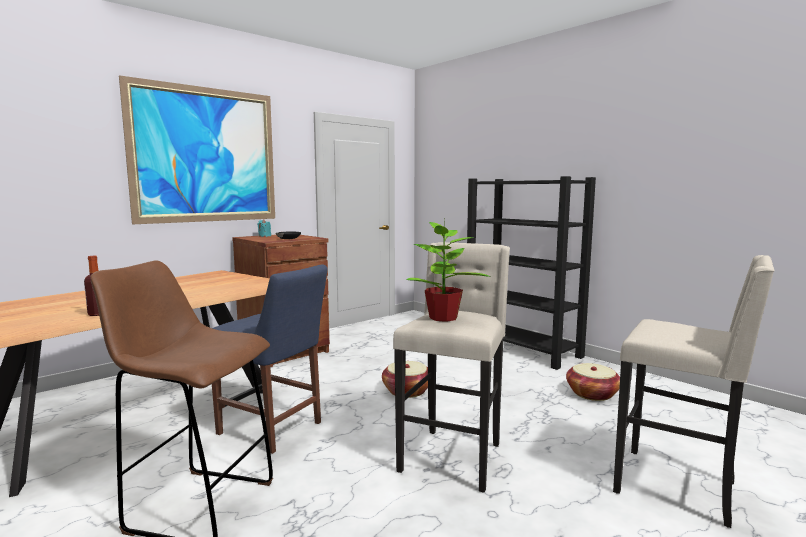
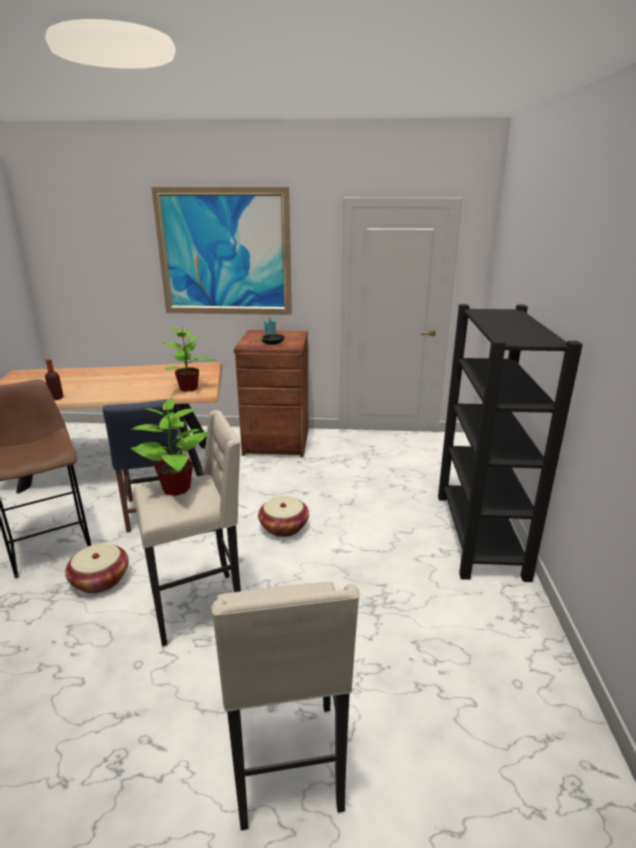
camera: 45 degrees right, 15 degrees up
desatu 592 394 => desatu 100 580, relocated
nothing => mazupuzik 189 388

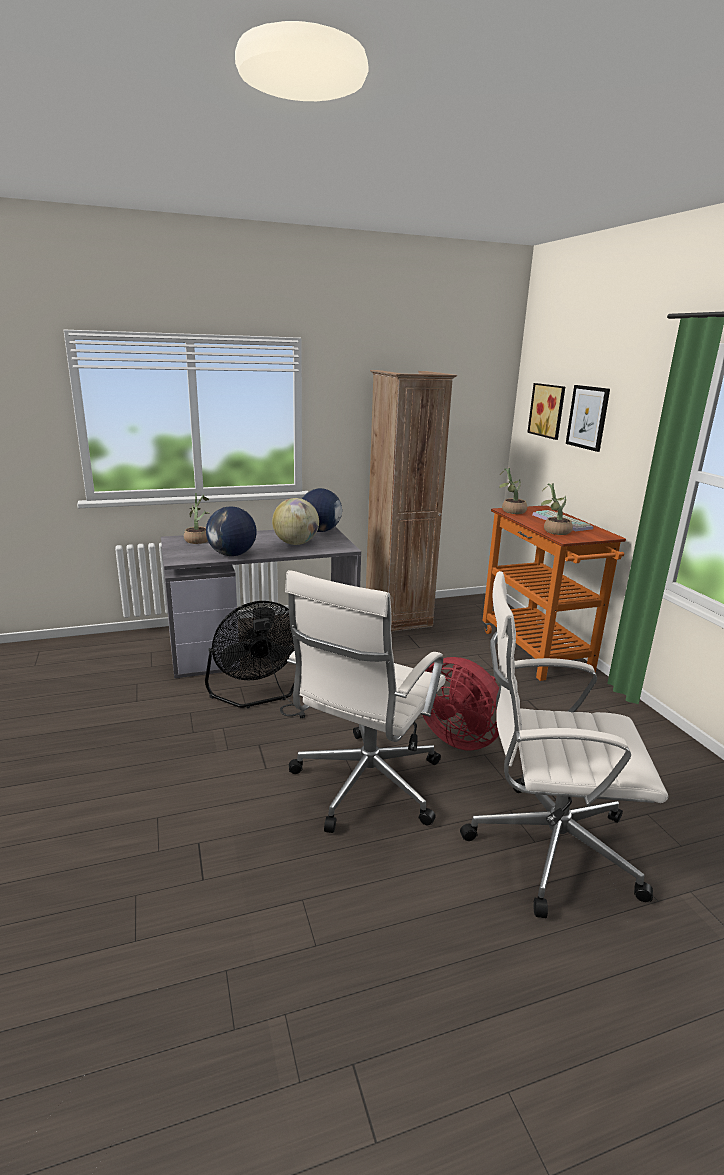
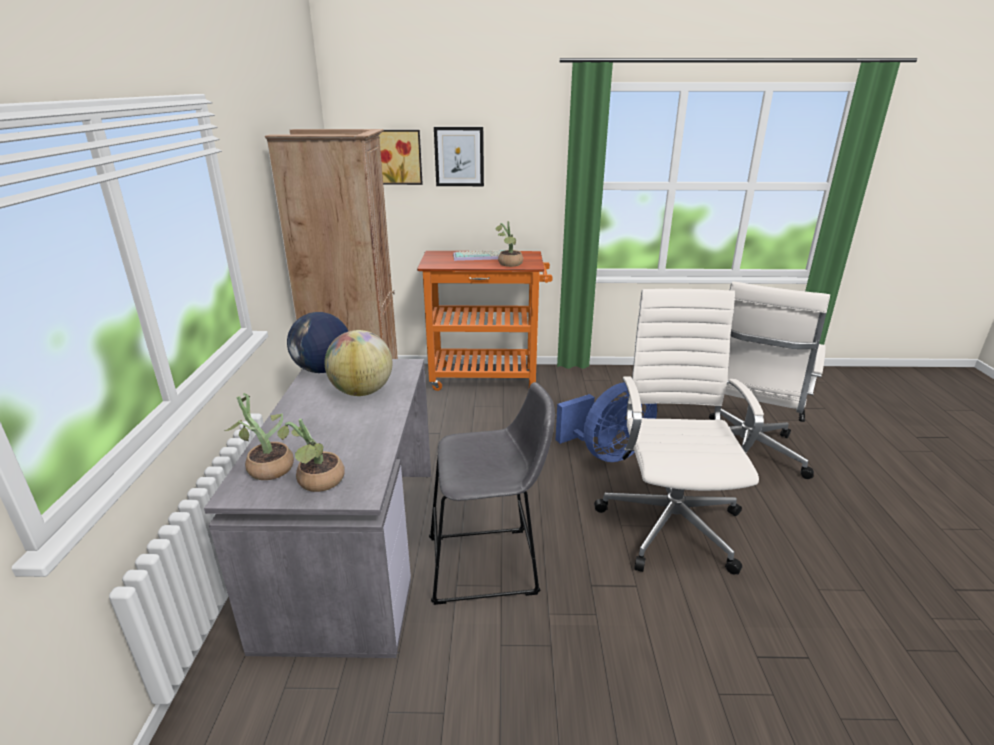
camera: 70 degrees left, 5 degrees up
mazupuzik 510 511 => mazupuzik 318 483, relocated
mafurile 232 555 => nothing
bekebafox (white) 364 785 => bekebafox (white) 670 522, 135 degrees counterclockwise
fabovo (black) 265 696 => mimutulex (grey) 489 565
fabovo (red) 459 737 => fabovo (blue) 607 453

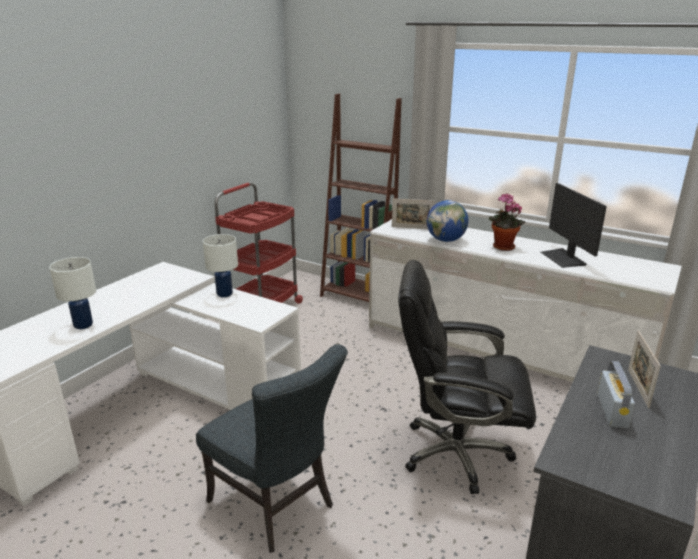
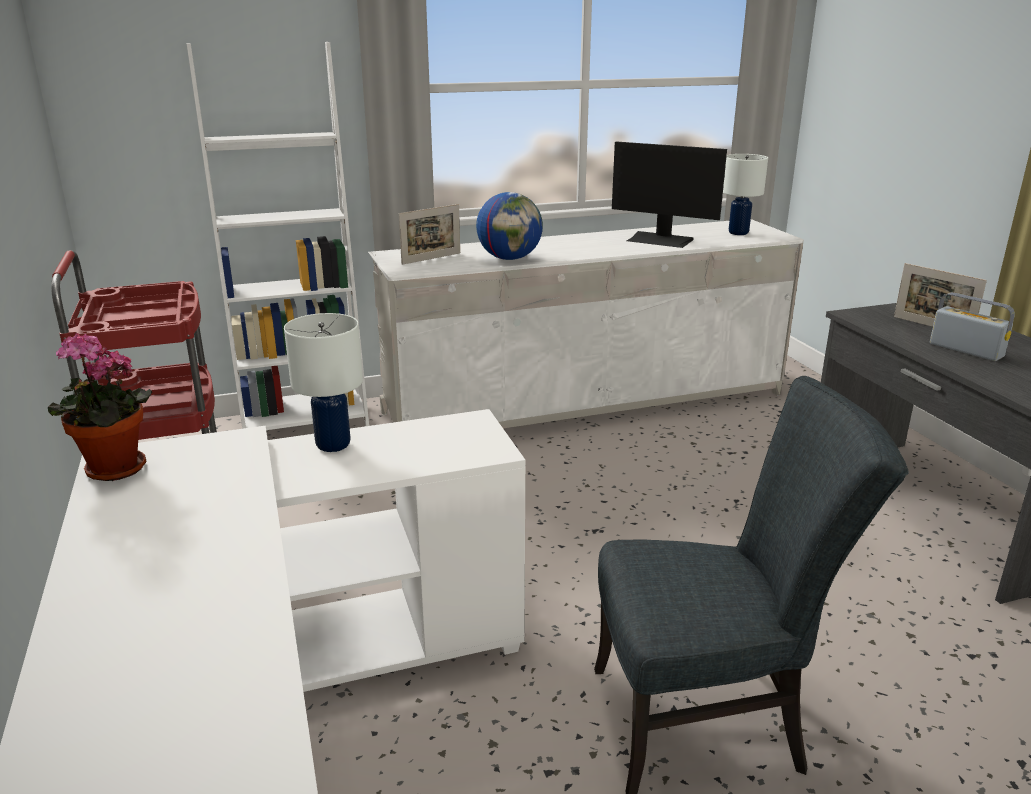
camera: 50 degrees left, 0 degrees up
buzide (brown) 357 296 => buzide (white) 305 424
mazupuzik 502 247 => mazupuzik 112 471, relocated
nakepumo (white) 82 325 => nakepumo (white) 737 233, relocated
bekebafox (black) 458 453 => nothing

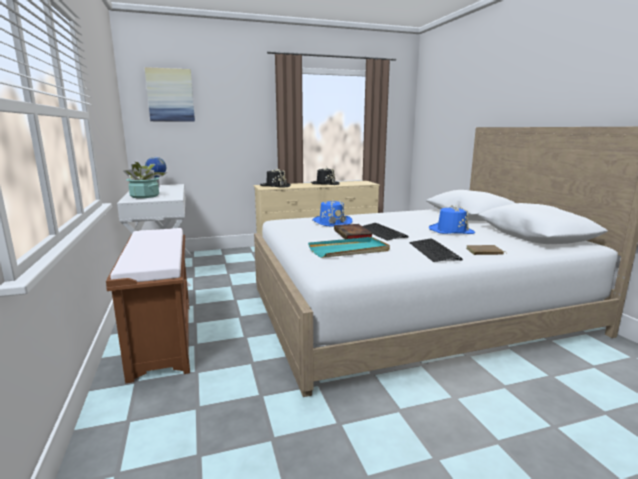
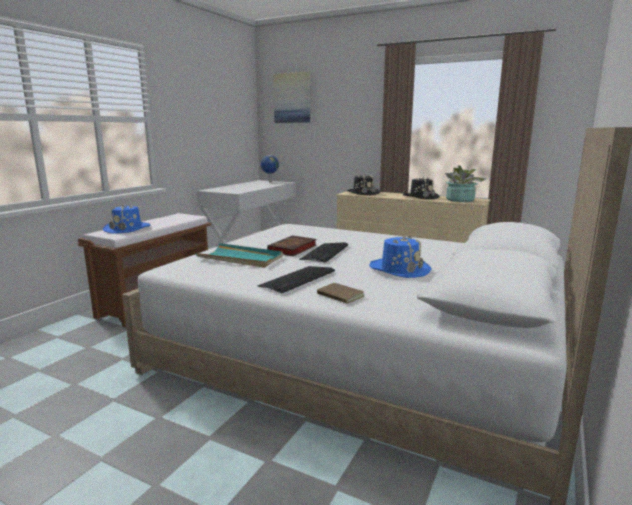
camera: 45 degrees right, 0 degrees up
mazupuzik 144 196 => mazupuzik 460 200, relocated
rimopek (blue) 332 222 => rimopek (blue) 127 229, relocated

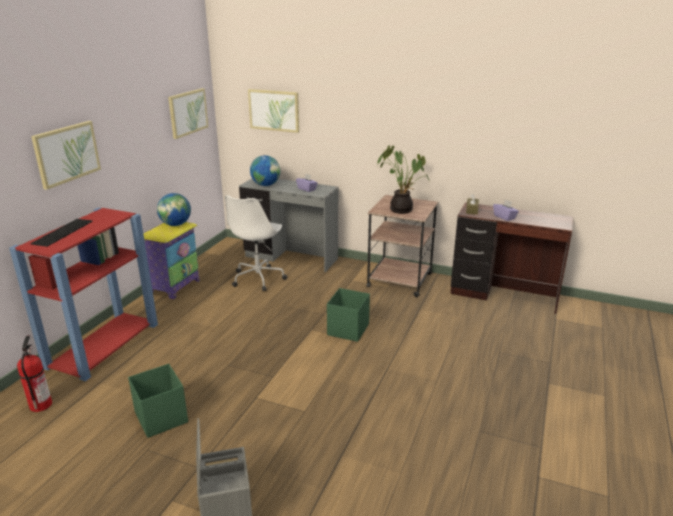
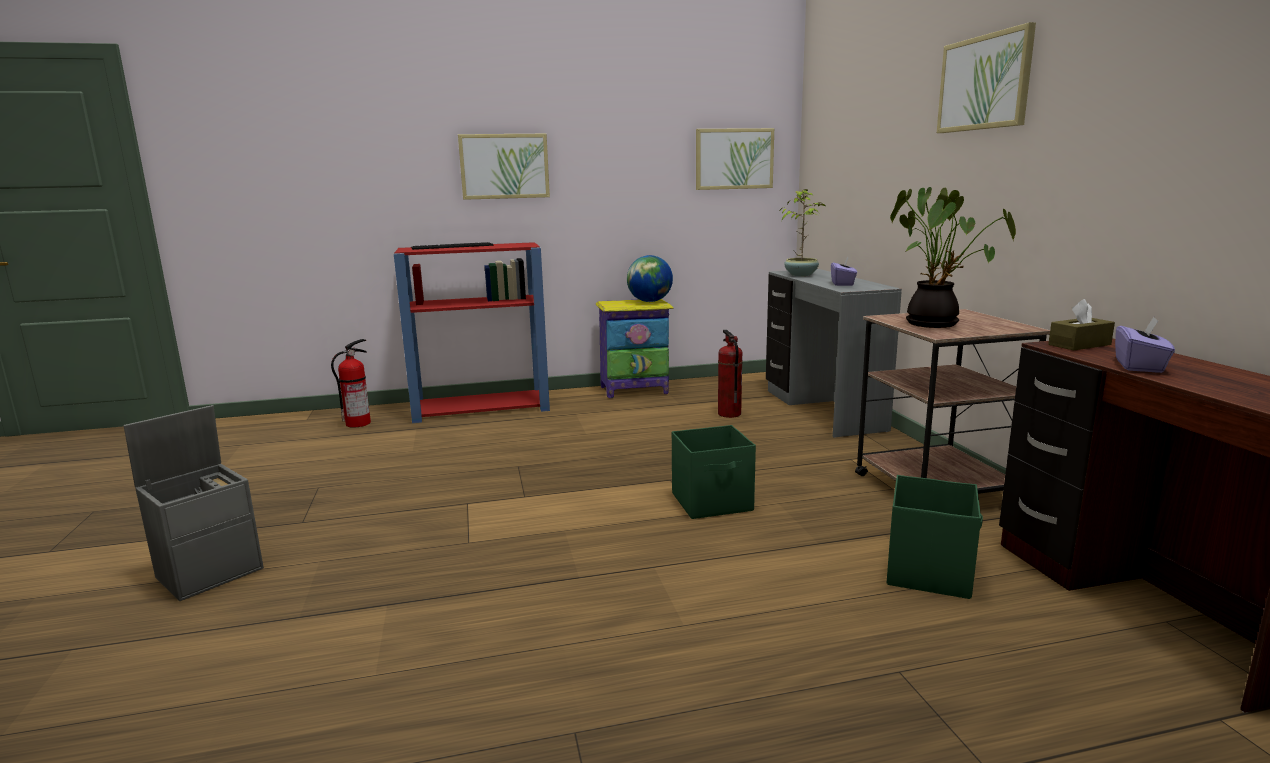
camera: 55 degrees right, 10 degrees down
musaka 274 110 => musaka 984 83, relocated
mafurile 266 185 => mazupuzik 801 275
bekebafox (white) 257 279 => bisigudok 728 414
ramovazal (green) 161 417 => ramovazal (green) 929 571, relocated

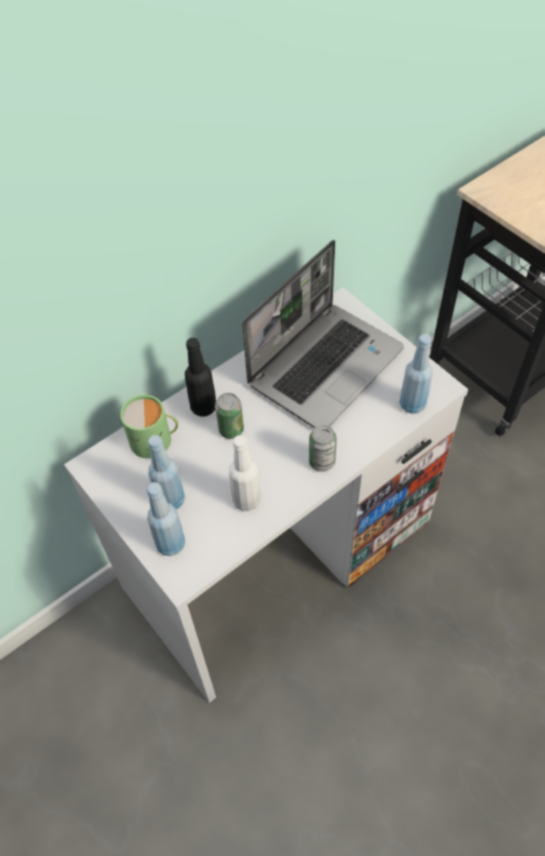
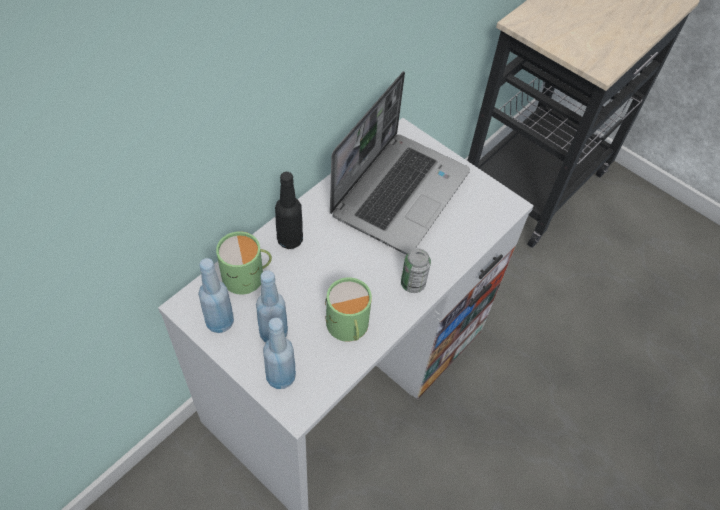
camera: 15 degrees left, 0 degrees up
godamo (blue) 412 404 => godamo (blue) 220 322, relocated
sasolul 231 430 => nothing
godamo (white) 246 500 => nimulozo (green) 348 327

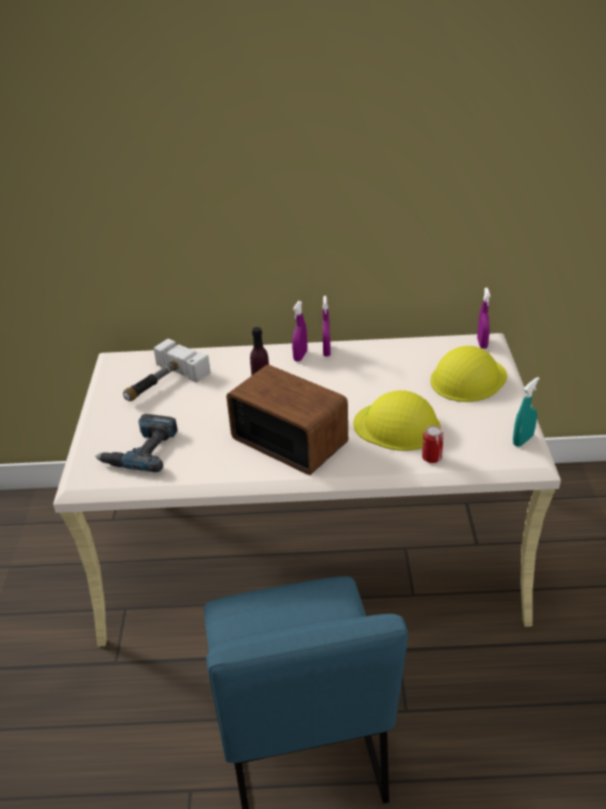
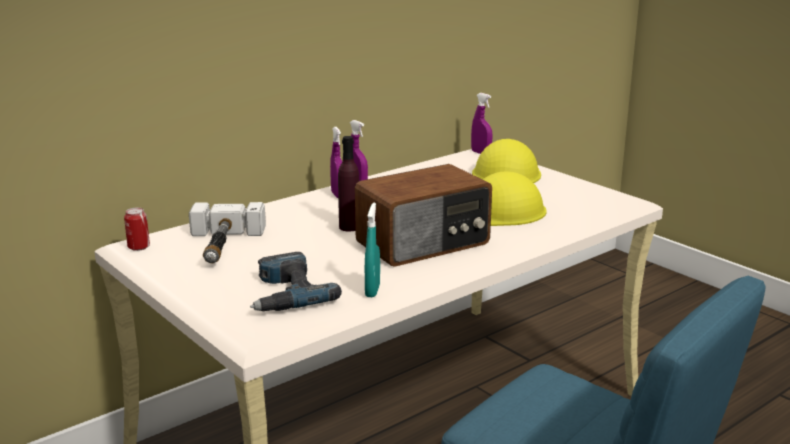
camera: 40 degrees left, 15 degrees down
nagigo 290 439 => nagigo 424 243, 150 degrees clockwise
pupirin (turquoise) 523 440 => pupirin (turquoise) 372 291, relocated
sasolul 431 458 => sasolul 138 247, relocated

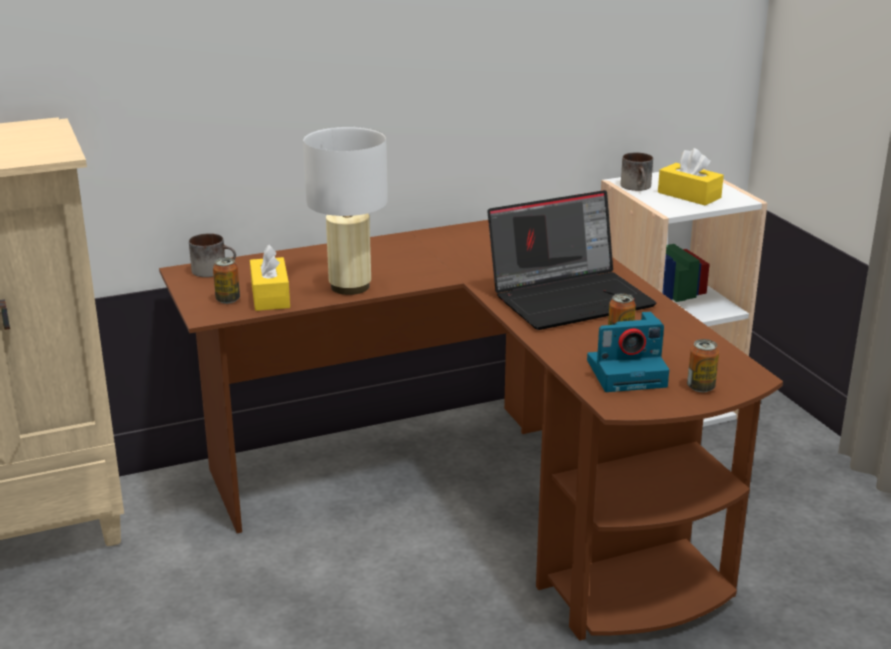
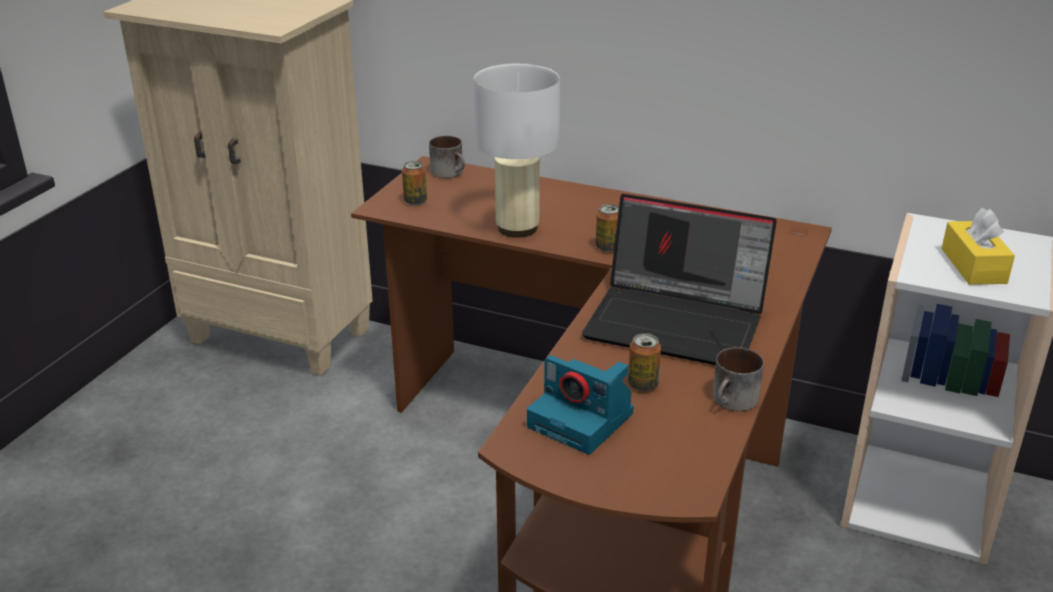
camera: 45 degrees right, 5 degrees up
nimulozo 638 187 => nimulozo 734 401, relocated
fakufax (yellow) 270 296 => nothing
sasolul 701 387 => sasolul 607 247, relocated

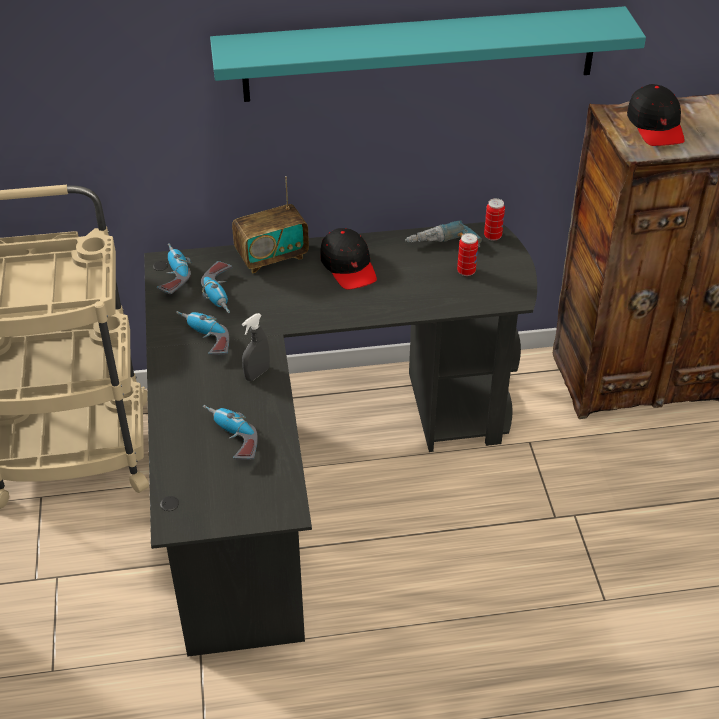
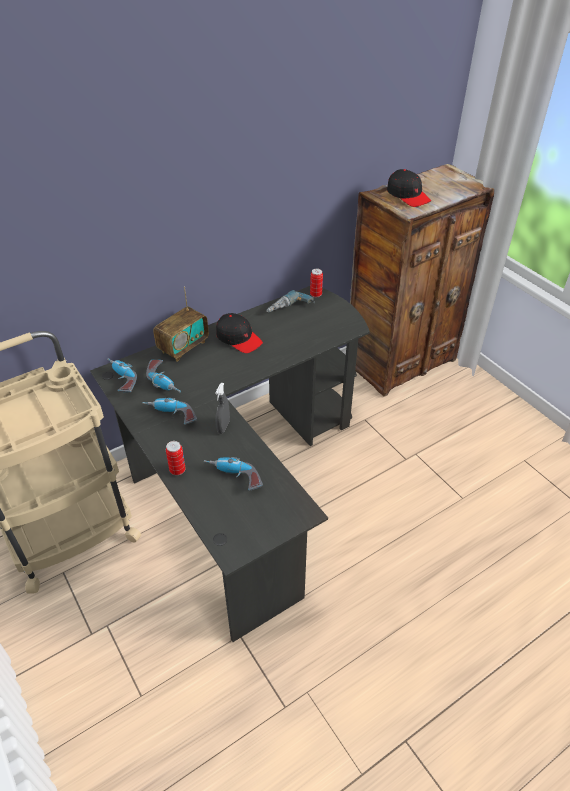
camera: 25 degrees left, 0 degrees up
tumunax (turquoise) 420 54 => nothing
sasolul 466 271 => sasolul 177 470, relocated

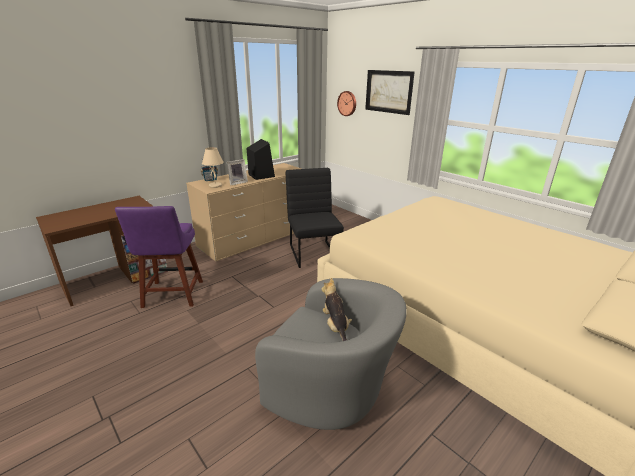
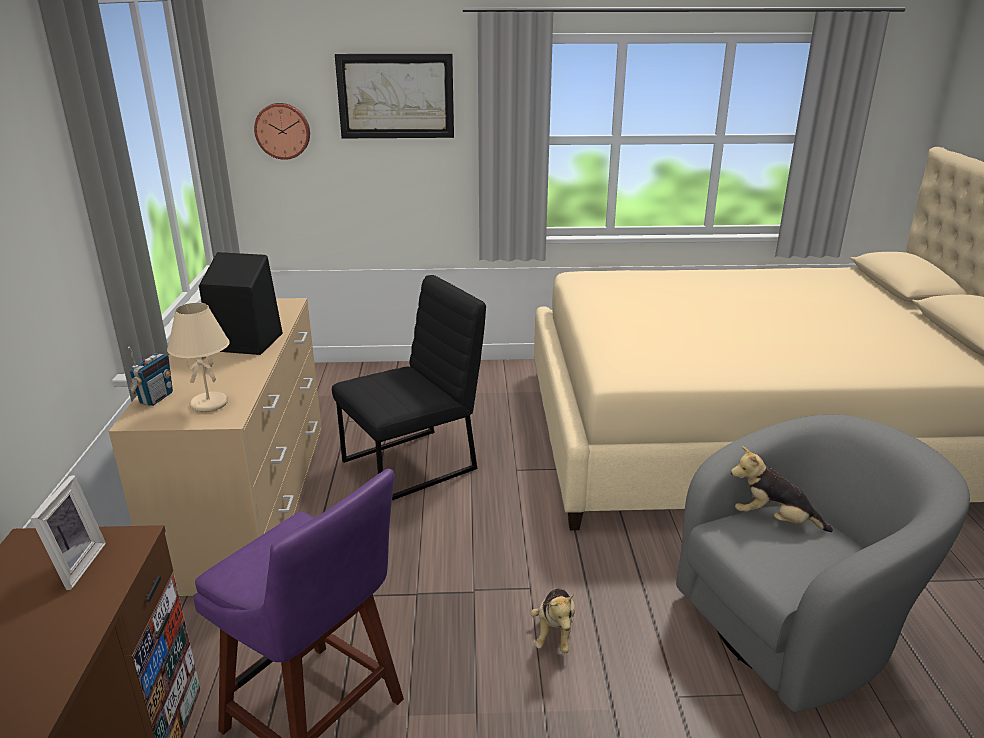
camera: 50 degrees left, 0 degrees up
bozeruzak 237 183 => bozeruzak 74 566, relocated
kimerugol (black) 313 252 => kimerugol (black) 413 464, 120 degrees clockwise
nothing => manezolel 555 632

